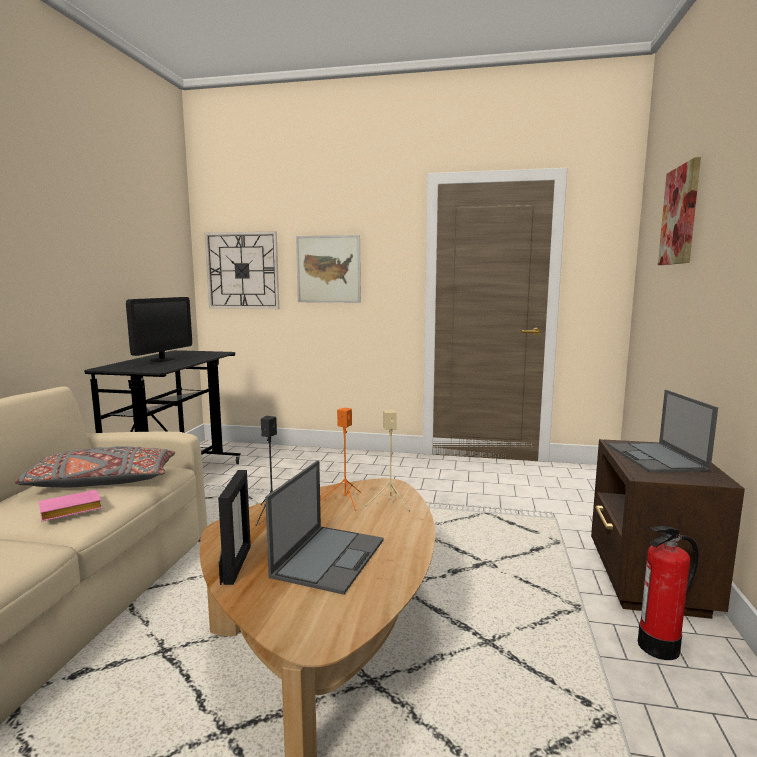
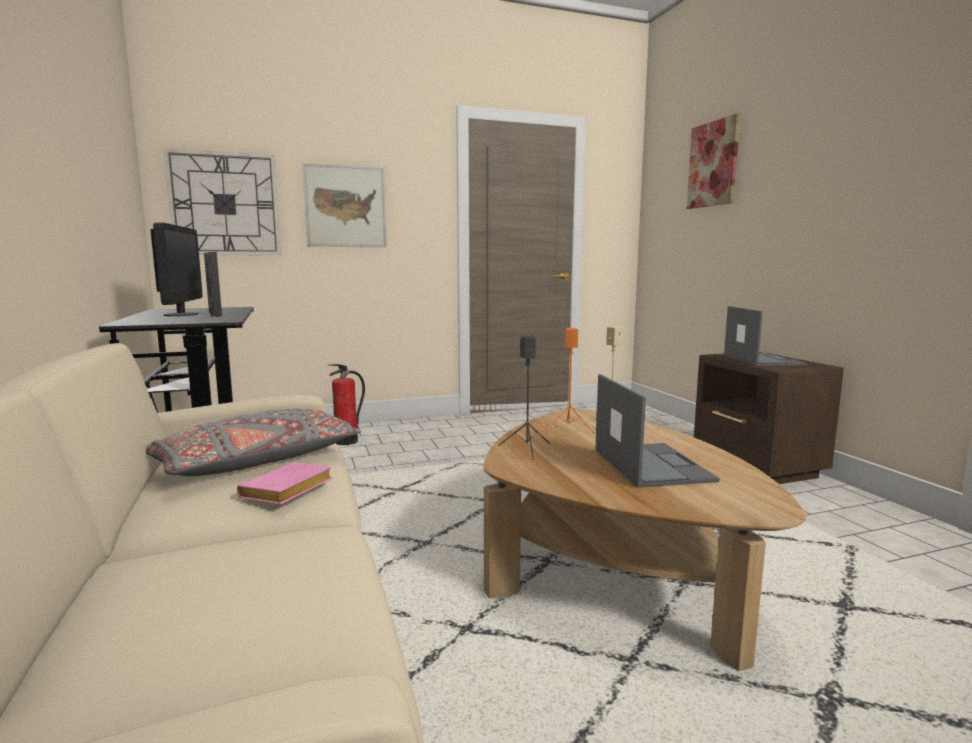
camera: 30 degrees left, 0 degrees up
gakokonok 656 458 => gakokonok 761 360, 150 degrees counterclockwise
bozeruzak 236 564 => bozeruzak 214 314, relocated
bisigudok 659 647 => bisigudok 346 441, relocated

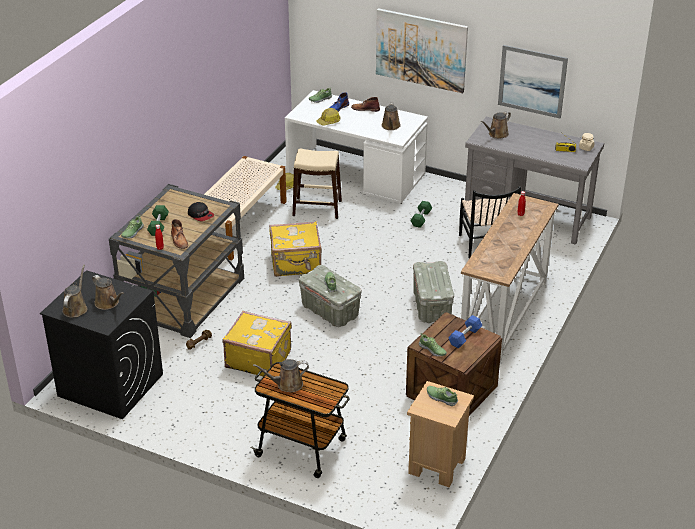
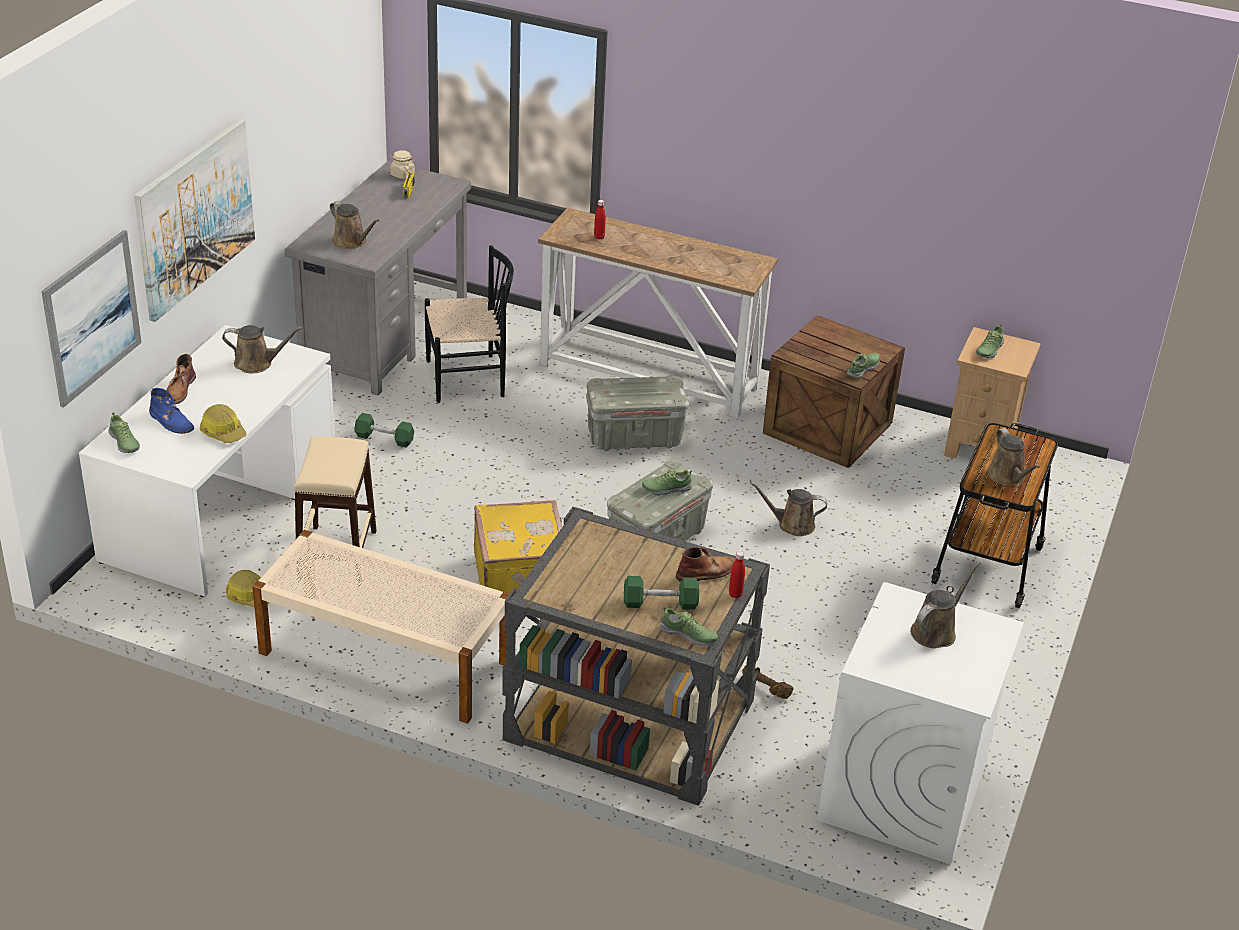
camera: 95 degrees left, 0 degrees up
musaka 532 81 => musaka 92 317, relocated
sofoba 201 215 => nothing
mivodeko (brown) 76 308 => mivodeko (brown) 792 525, relocated
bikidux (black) 109 385 => bikidux (white) 903 794
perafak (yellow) 258 359 => nothing
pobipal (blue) 465 337 => nothing

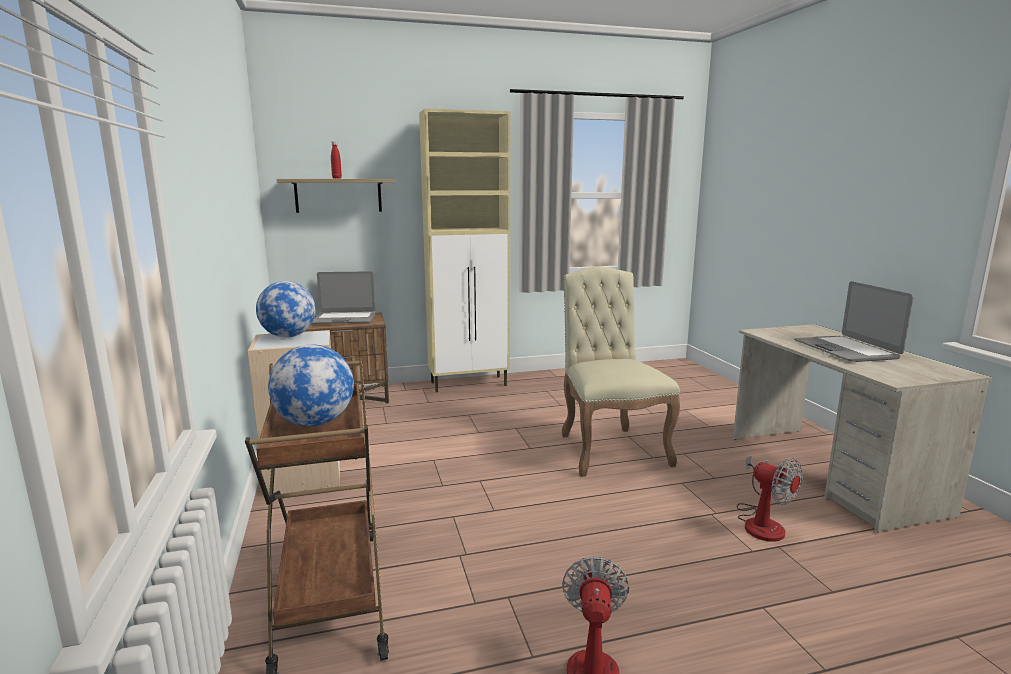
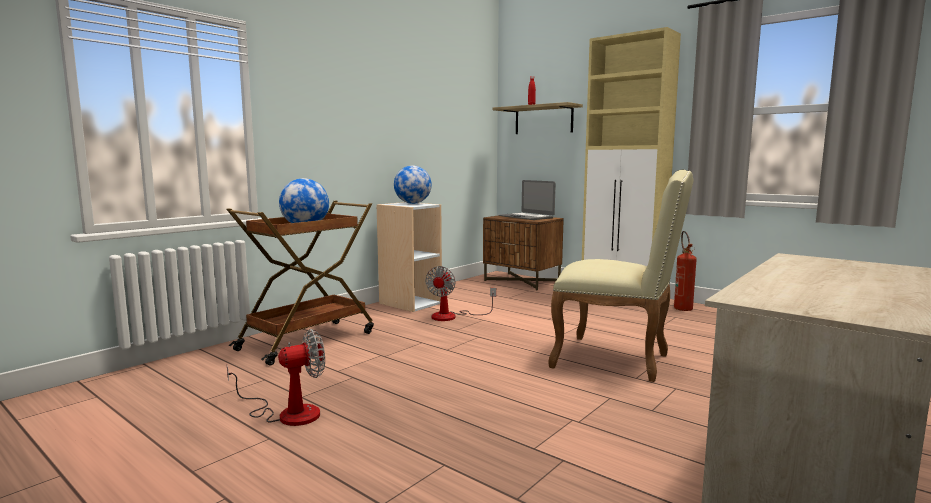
camera: 55 degrees right, 5 degrees down
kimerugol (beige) 609 449 => kimerugol (beige) 614 360, 75 degrees clockwise
gakokonok 846 350 => nothing
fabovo 761 522 => fabovo 452 316, relocated
nothing => bisigudok 681 307

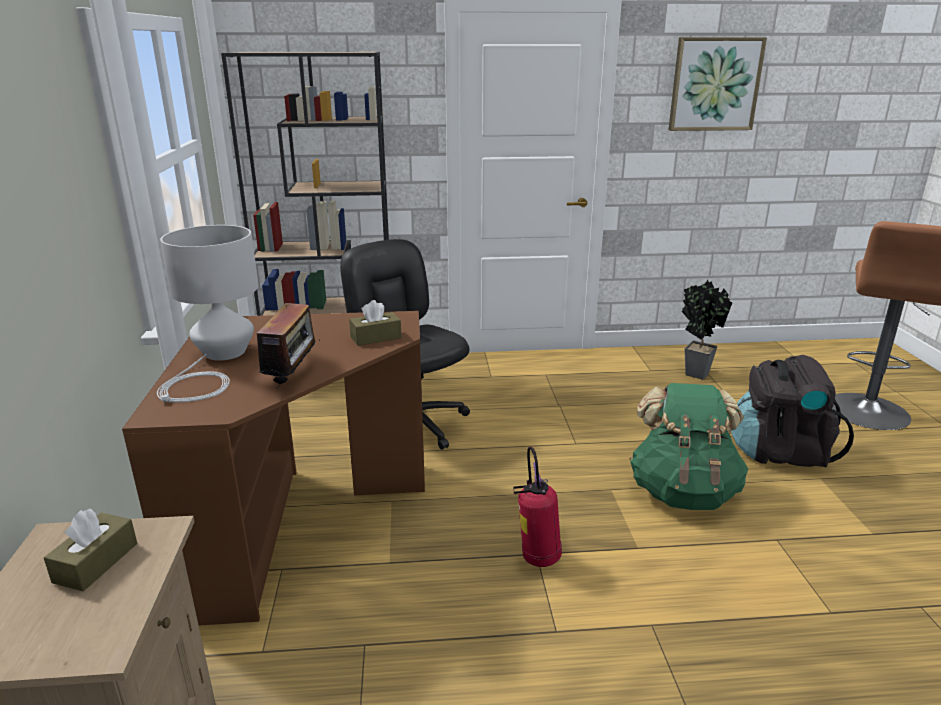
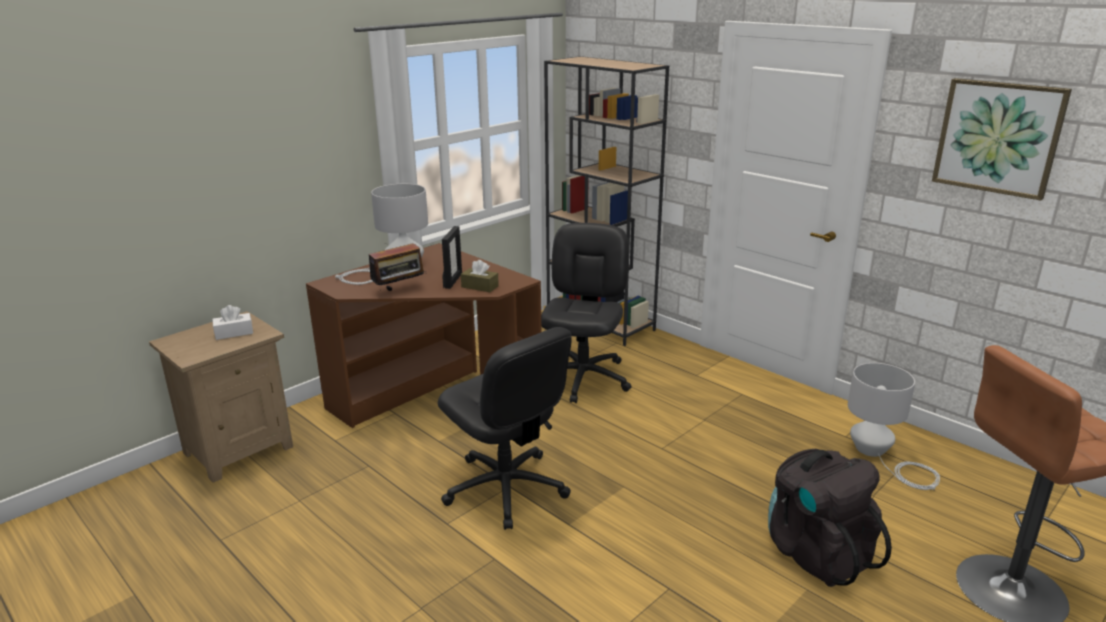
camera: 50 degrees right, 0 degrees up
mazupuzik 693 372 => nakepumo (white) 887 459
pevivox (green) 682 492 => nothing
bisigudok 537 558 => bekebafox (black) 505 488
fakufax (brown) 96 562 => fakufax (white) 234 333
nothing => bozeruzak 452 280

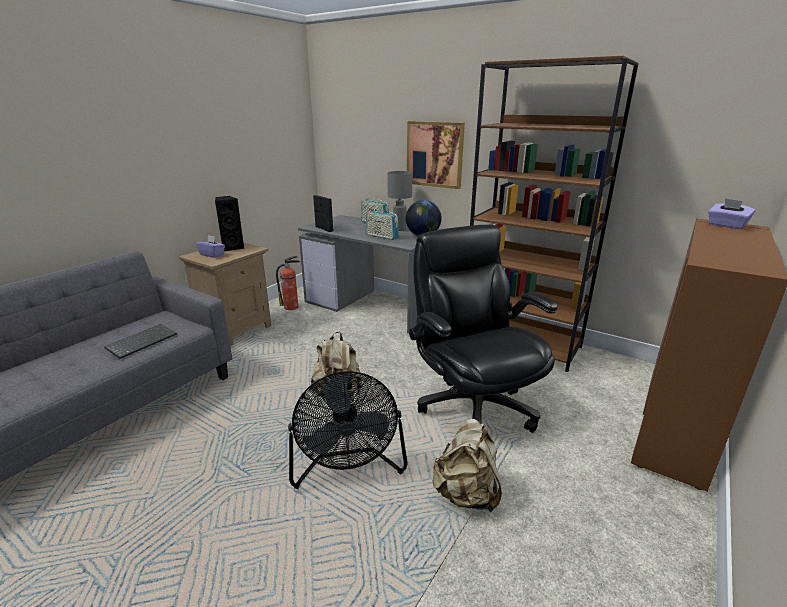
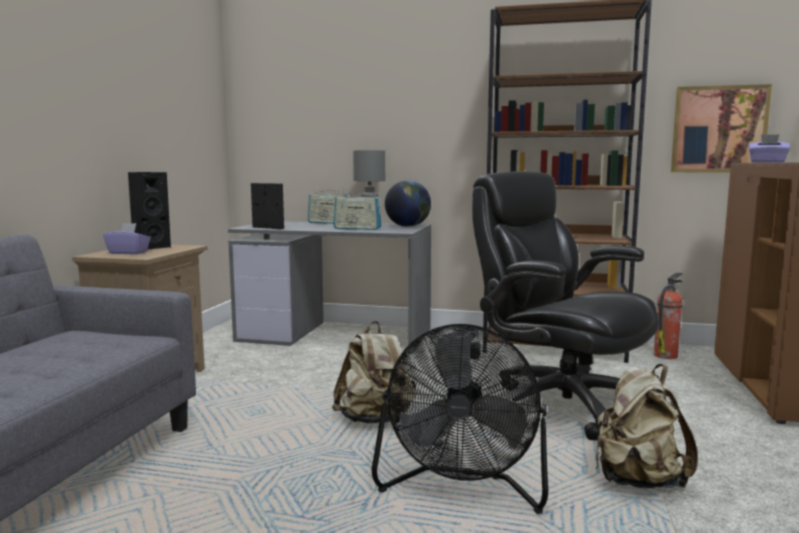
camera: 20 degrees left, 15 degrees down
musaka 435 154 => musaka 718 129, relocated
bisigudok 292 307 => bisigudok 666 355, relocated
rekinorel 142 341 => nothing
fabovo (black) 344 465 => fabovo (black) 457 485, 45 degrees clockwise

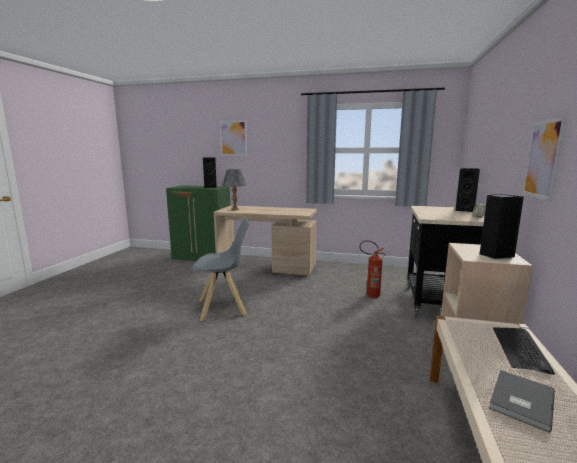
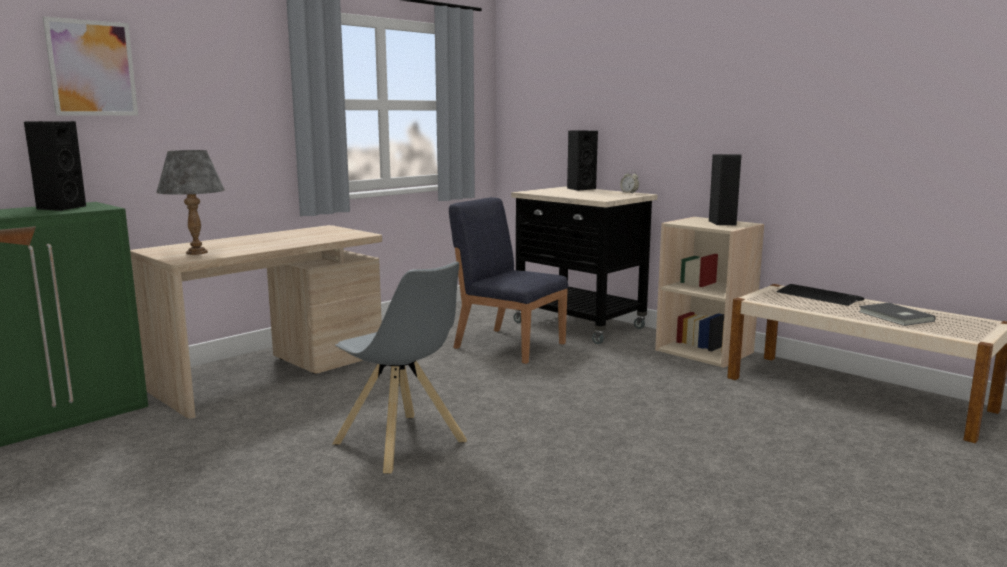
camera: 60 degrees left, 0 degrees up
musaka 543 159 => nothing
kimerugol (grey) 224 307 => kimerugol (grey) 402 444, 120 degrees clockwise
bisigudok 369 295 => kimerugol (blue) 509 345

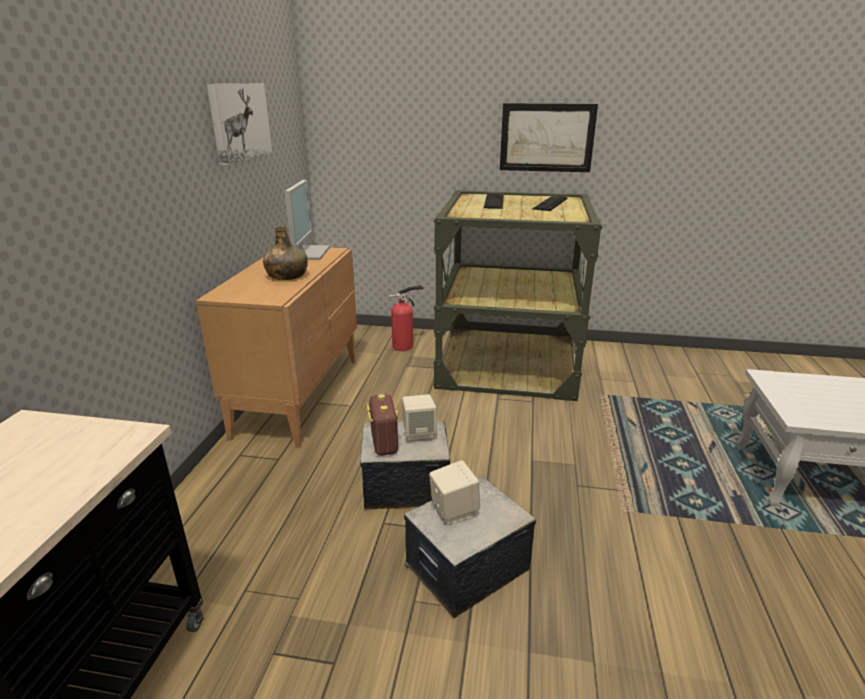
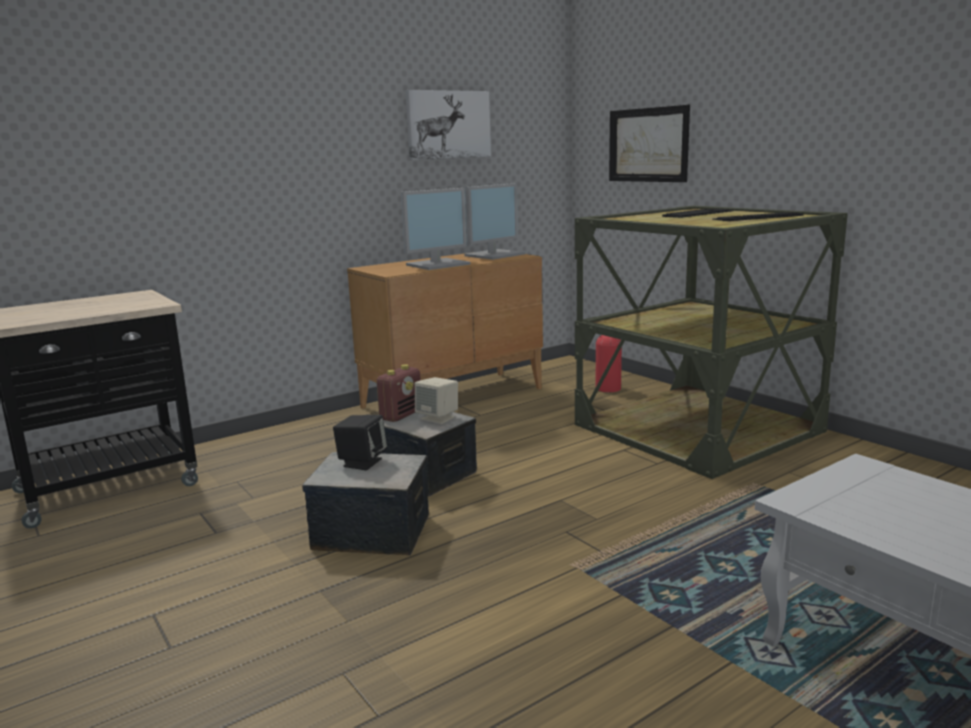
camera: 45 degrees right, 10 degrees down
musaka 546 137 => musaka 648 145, relocated
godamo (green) 287 276 => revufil 438 264
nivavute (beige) 453 511 => nivavute (black) 362 462

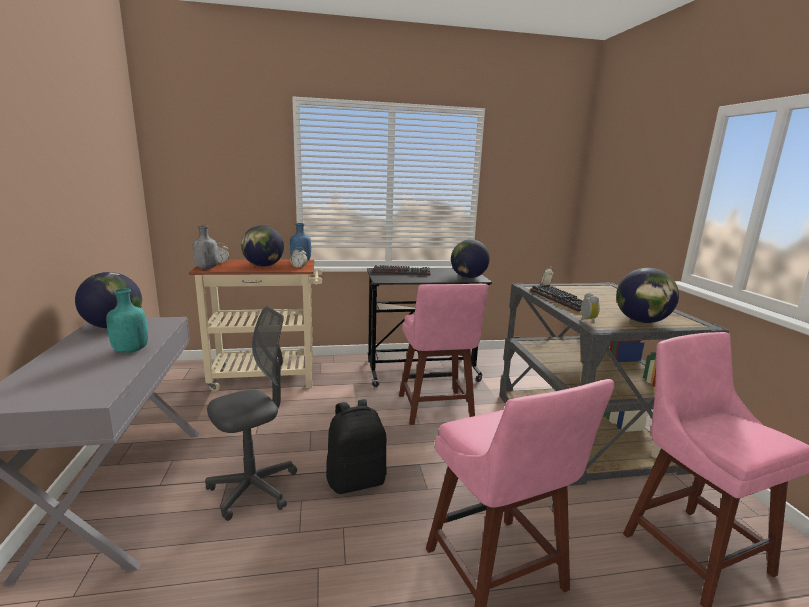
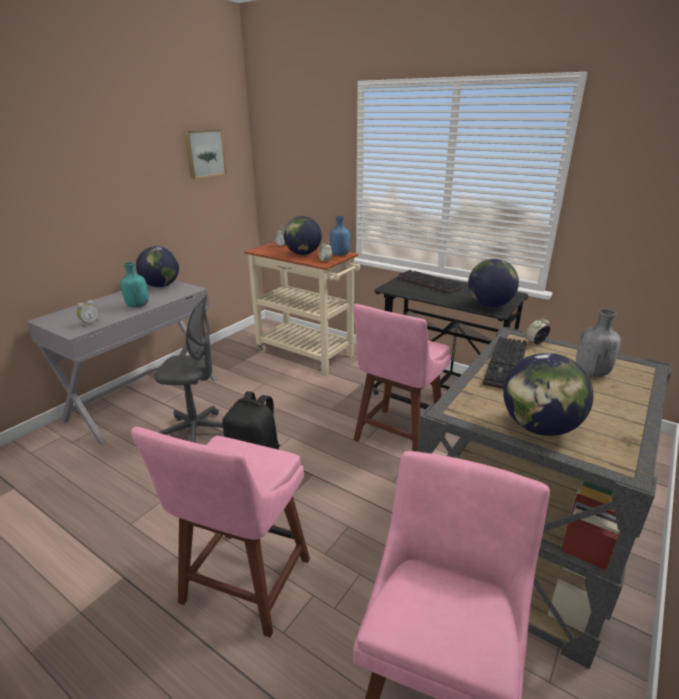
camera: 45 degrees right, 10 degrees up
godamo (grey) 206 268 => godamo (grey) 591 372, relocated
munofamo 586 320 => munofamo 90 323, relocated
nothing => musaka 204 153

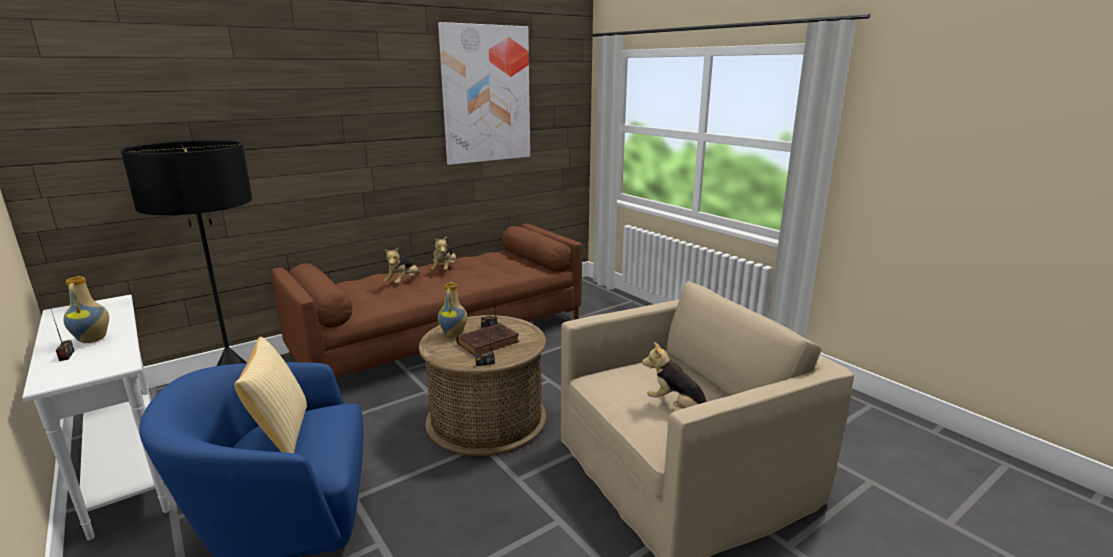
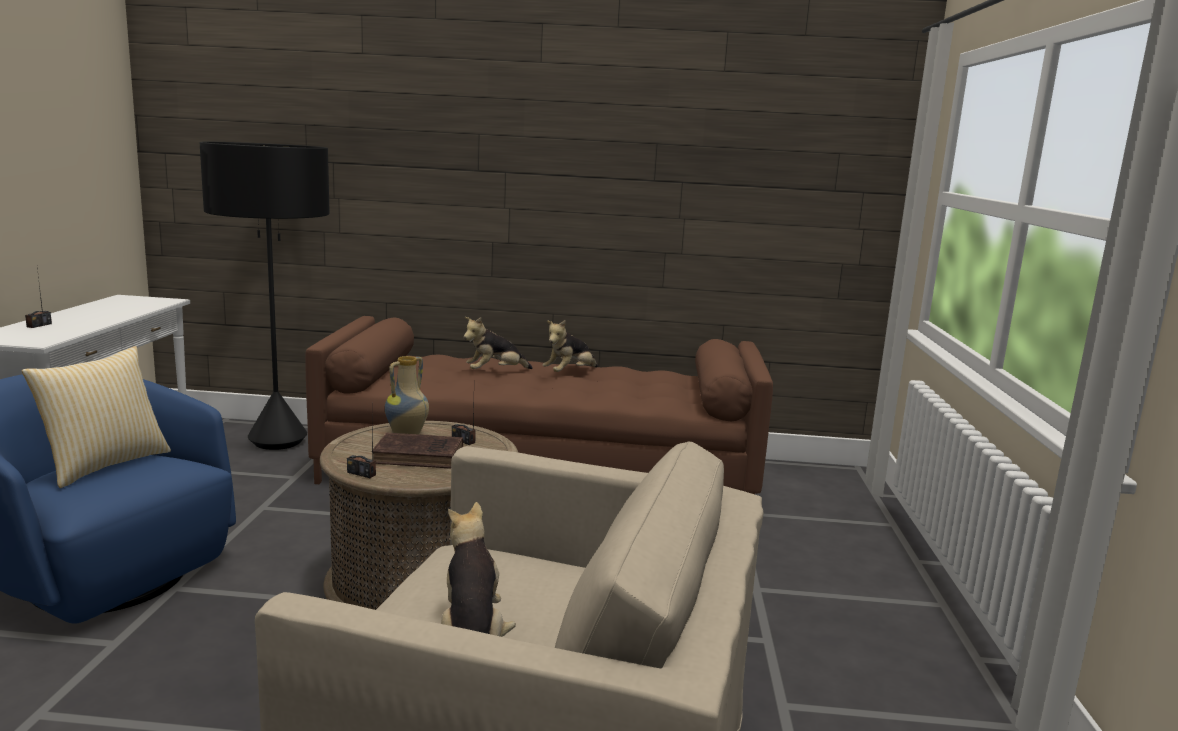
camera: 40 degrees right, 5 degrees down
musaka 486 94 => nothing
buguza 94 339 => nothing

